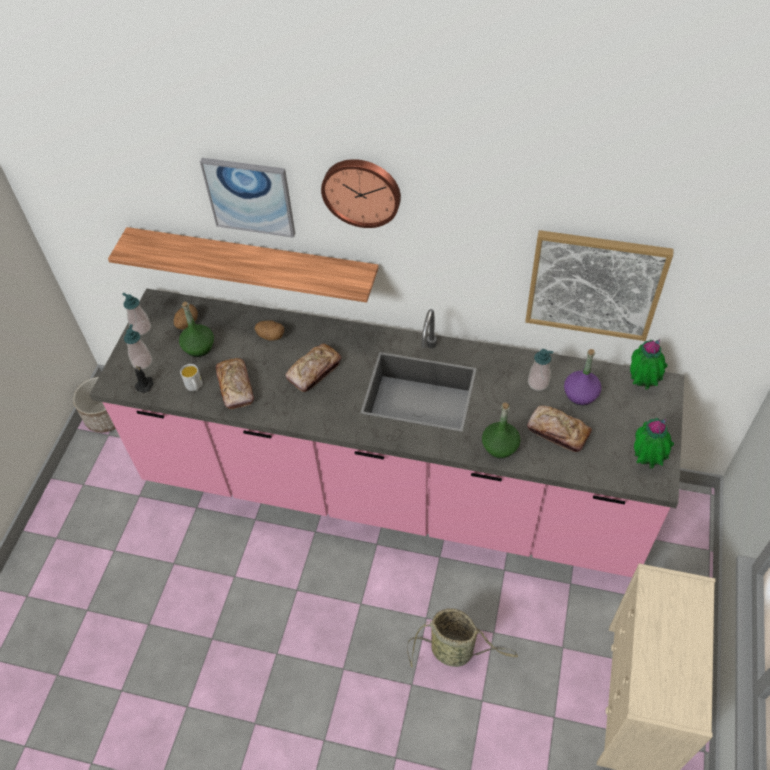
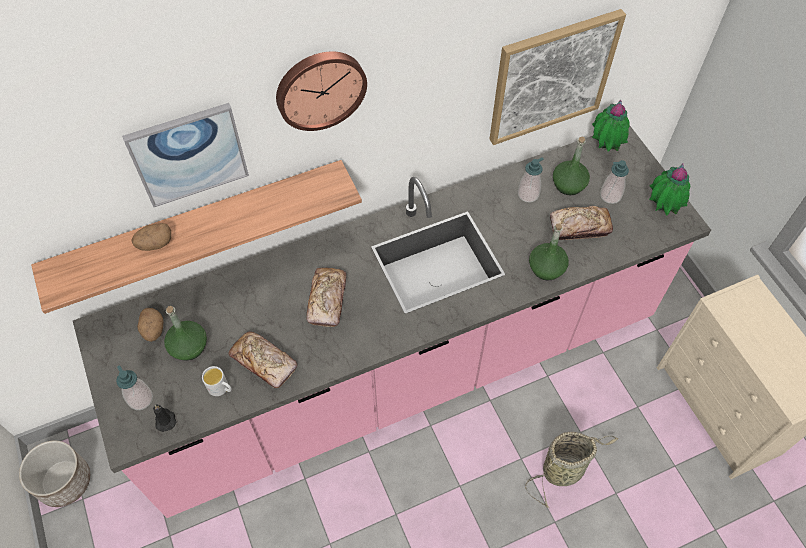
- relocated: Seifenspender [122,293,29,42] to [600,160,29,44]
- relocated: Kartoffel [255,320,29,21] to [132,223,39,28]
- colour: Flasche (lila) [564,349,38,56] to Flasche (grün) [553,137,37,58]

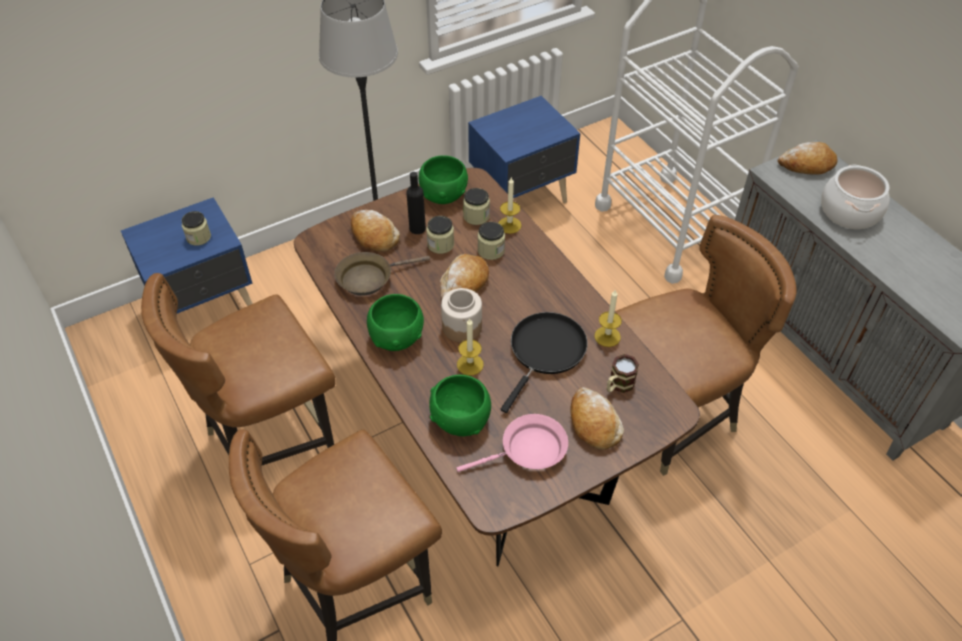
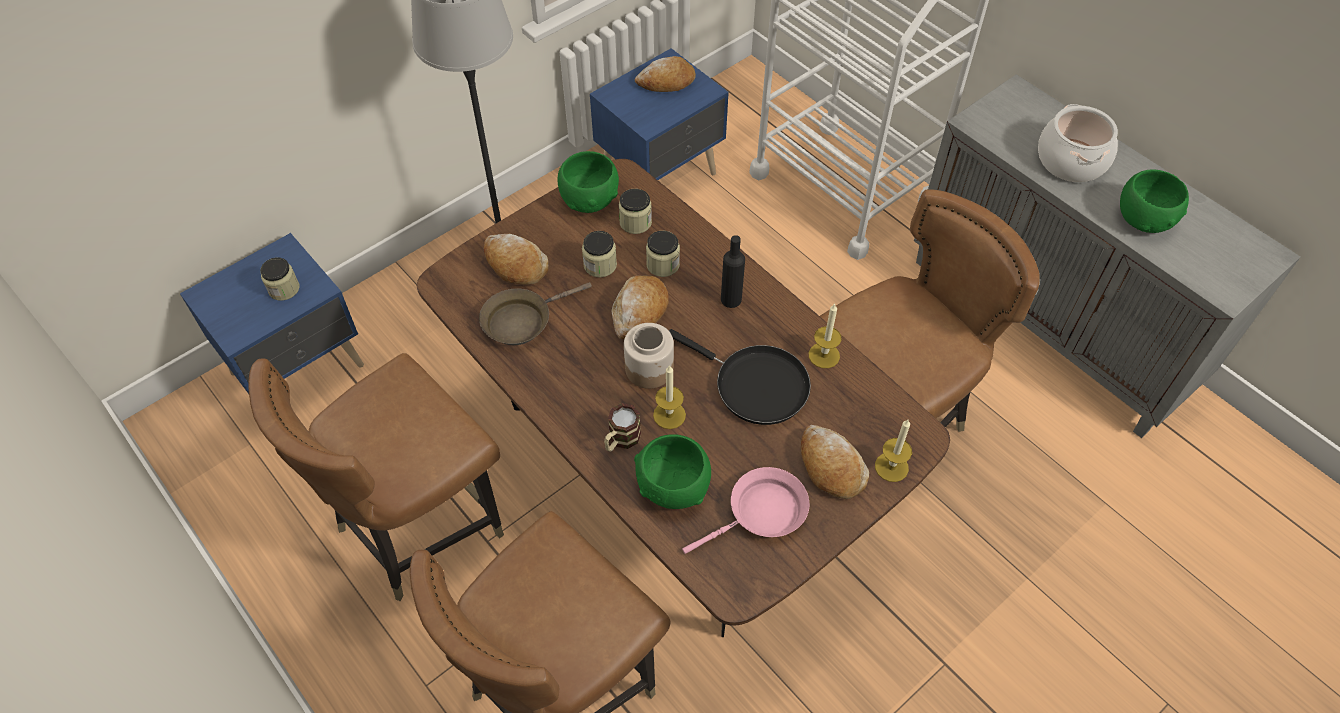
- relocated: Schüssel (grün) [367,294,57,57] to [1120,170,69,63]
- relocated: Flasche (schwarz) [406,172,20,62] to [721,235,24,73]
- relocated: Kerze [499,178,23,56] to [875,420,37,62]
- relocated: Henkelbecher [607,354,32,39] to [604,403,37,49]
- relocated: Brot [778,142,59,33] to [635,56,61,36]
- spun: Pfanne (schwarz) [501,312,87,101] = [669,329,142,96] 105 degrees clockwise

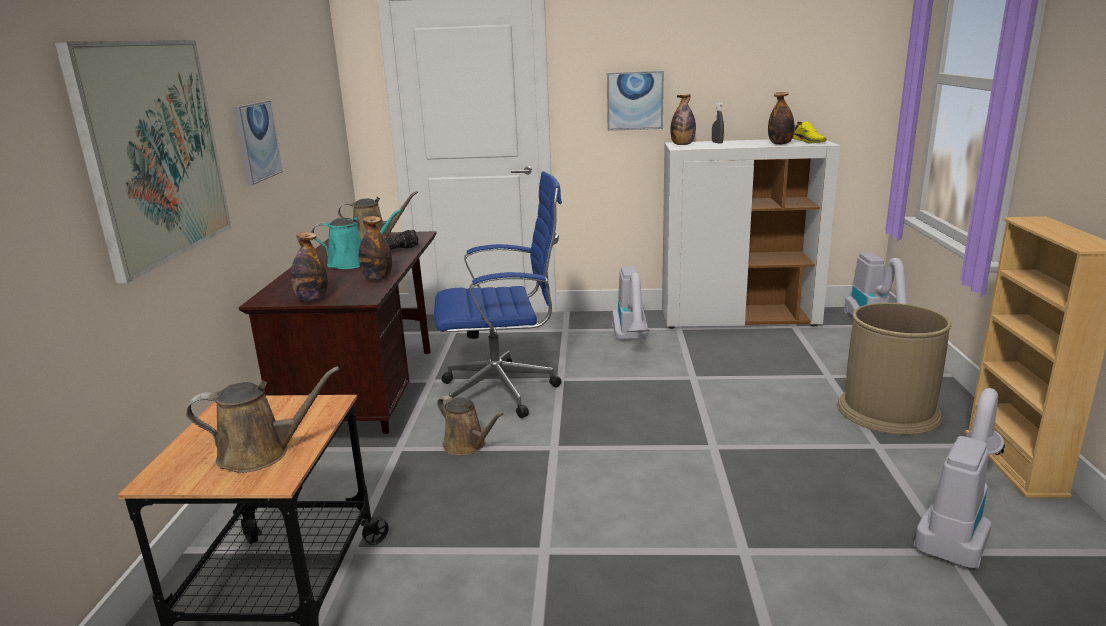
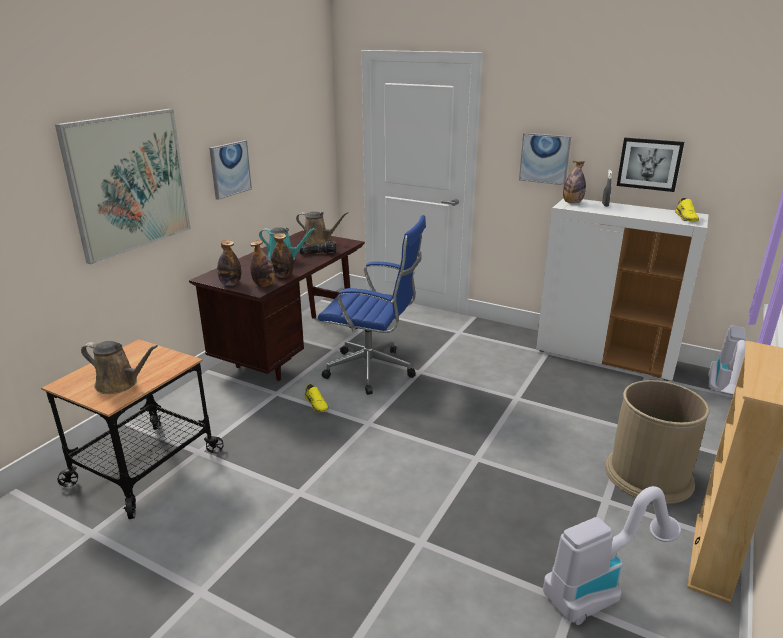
- missing: Staubsauger [612,266,38,74]
- appeared: Bild [617,138,67,54]
- relocated: Flasche [768,92,27,53] to [250,240,25,47]
- exchanged: Gießkanne (braun) [437,395,67,61] to Schuh (gelb) [305,384,24,29]

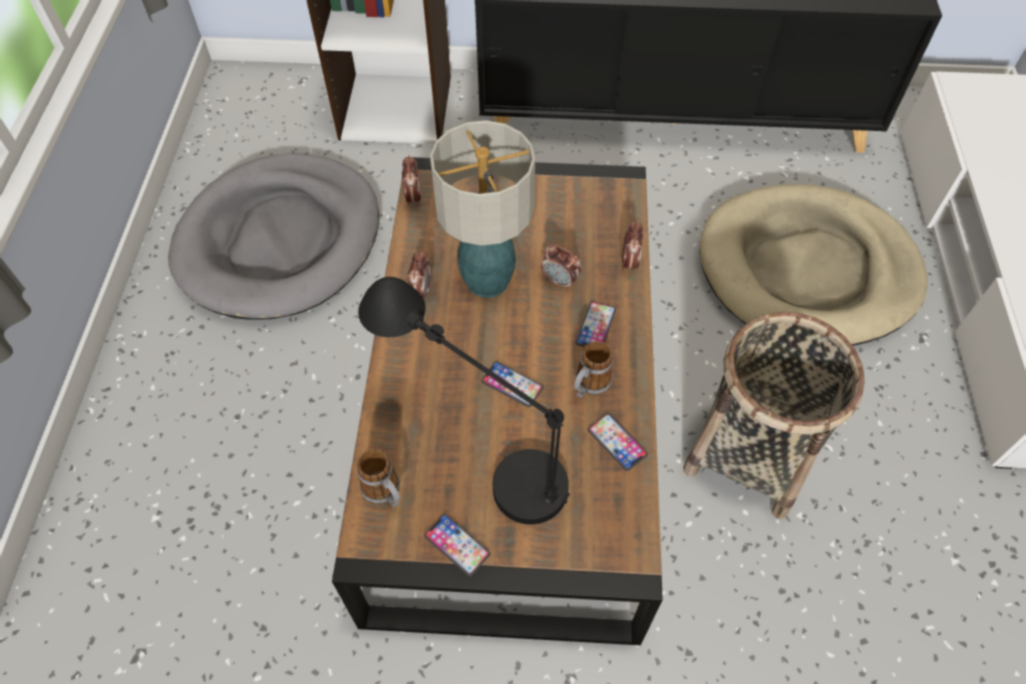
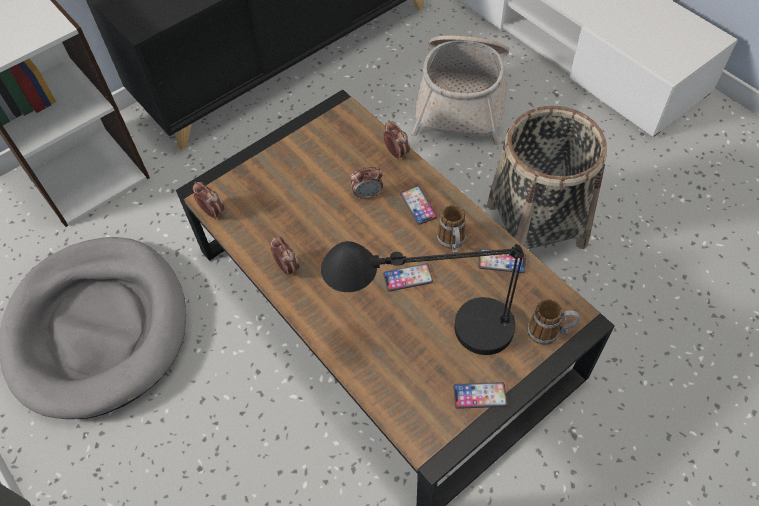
- missing: Tischlampe [430,120,105,178]
- relocated: Henkelbecher [357,449,43,58] to [527,299,53,46]
- exchanged: Hundebett (beige) [699,184,229,162] to Korb [412,36,97,109]

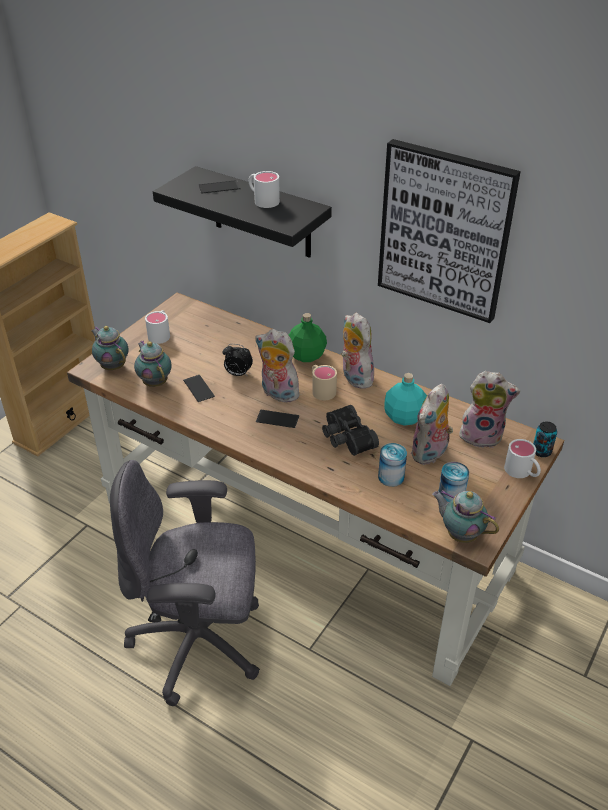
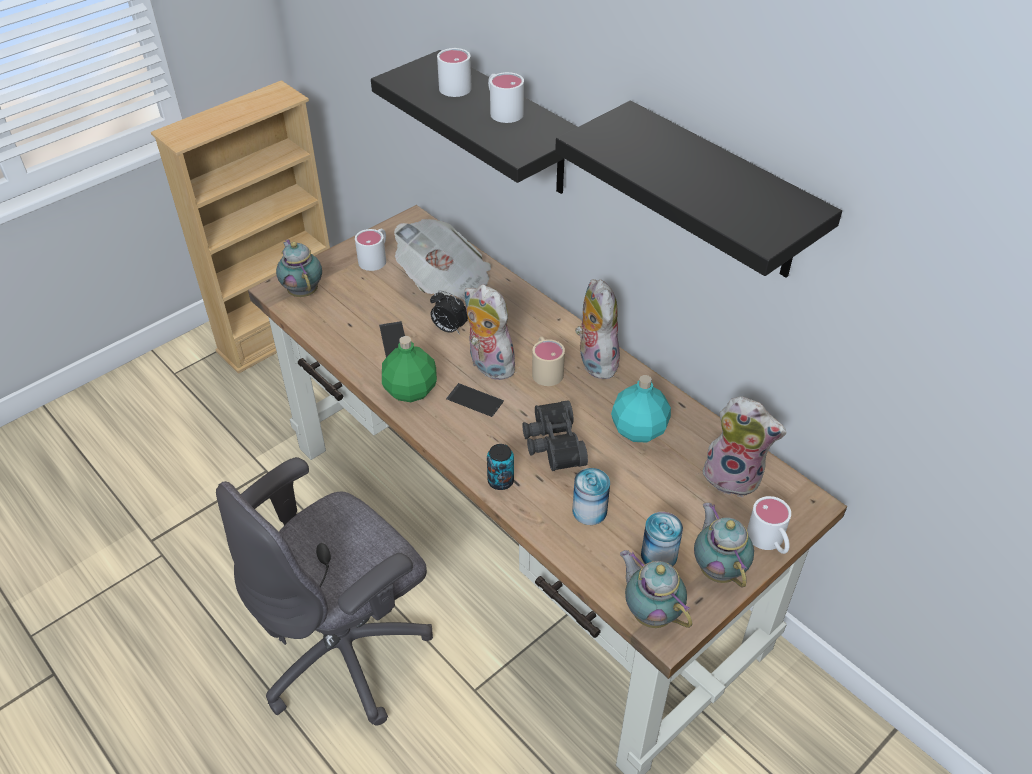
- missing: Plüschtier [410,384,43,81]
- appeared: Zeitung [394,219,97,81]
- relocated: Teekanne [134,340,38,47] to [694,503,60,84]
- relocated: Flasche (grün) [289,313,38,49] to [382,336,55,66]
- relocated: Dose [533,421,24,36] to [487,444,27,46]
- exchanged: Handy [198,180,43,14] to Henkelbecher (weiß) [437,48,35,49]
- exchanged: Bild [378,139,143,184] to Wandregal (schwarz) [555,101,287,177]
- spun: Bürostuhl (grau) [110,460,150,246] = [216,457,217,269] 60 degrees counterclockwise

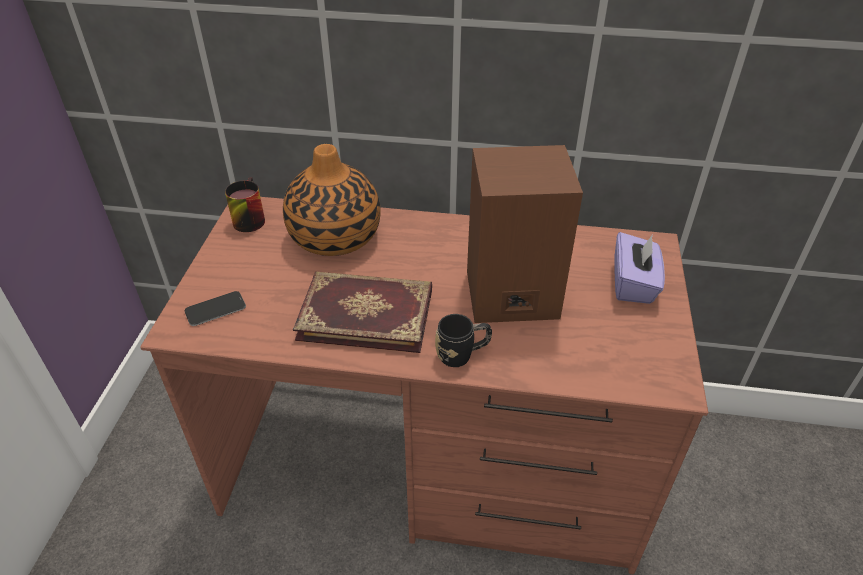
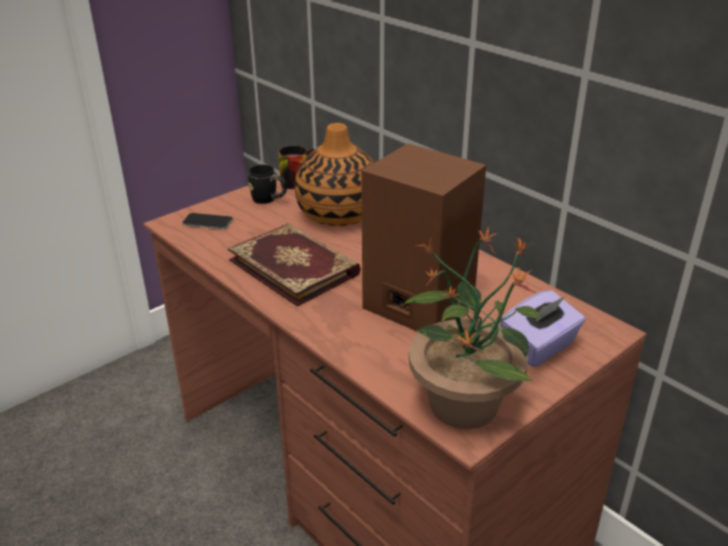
- appeared: Topfpflanze [403,226,140,203]
- relocated: Henkelbecher (schwarz) [435,314,57,53] to [248,165,38,39]

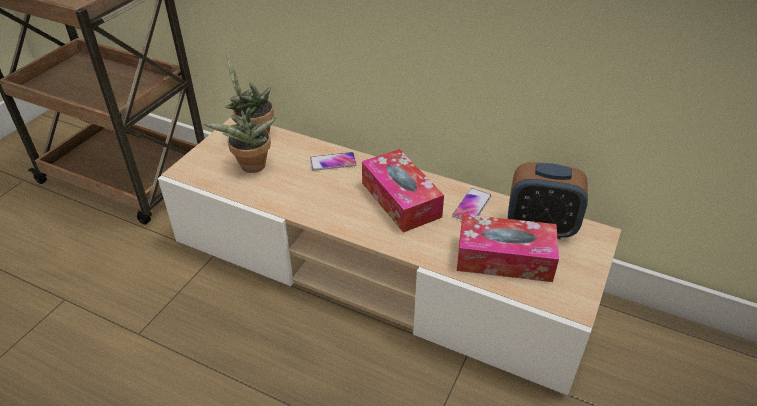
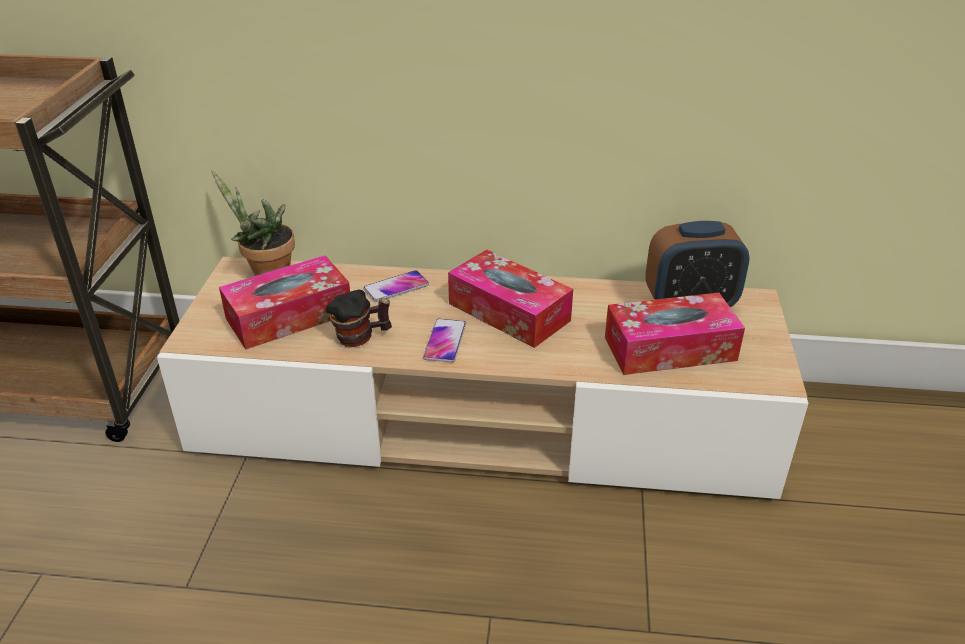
- appeared: Henkelbecher [326,289,66,58]
- relocated: Handy [452,188,39,32] to [423,318,43,45]
- exchanged: Topfpflanze [204,107,72,66] to Taschentuchbox [219,255,131,95]

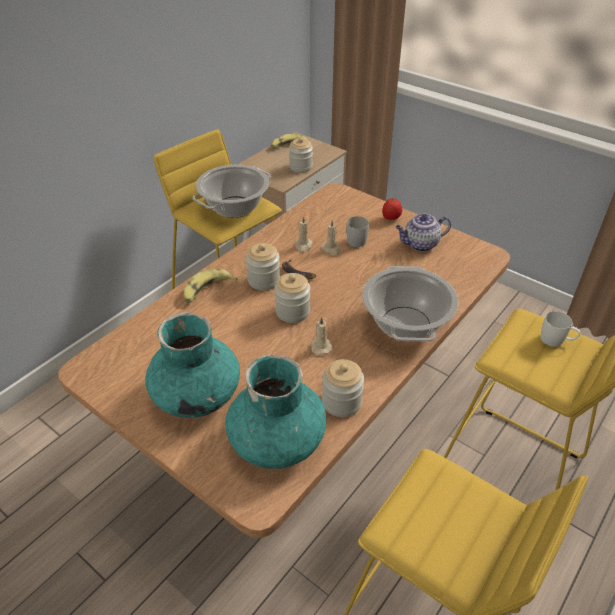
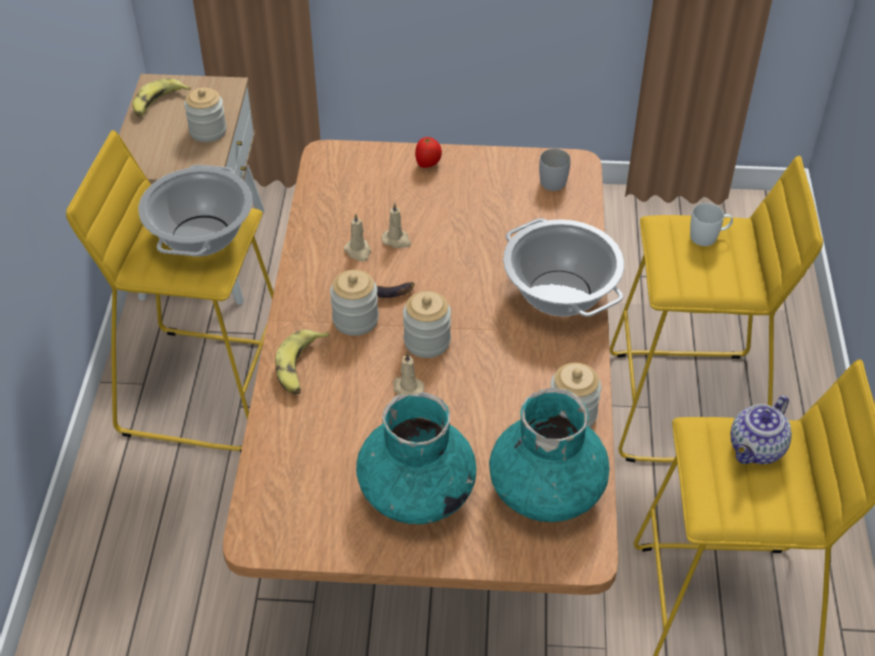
- relocated: Kerze (beige) [311,317,22,38] to [393,352,31,43]
- relocated: Henkelbecher (weiß) [346,216,23,31] to [539,149,32,42]
- relocated: Teekanne [396,214,55,38] to [730,395,62,69]

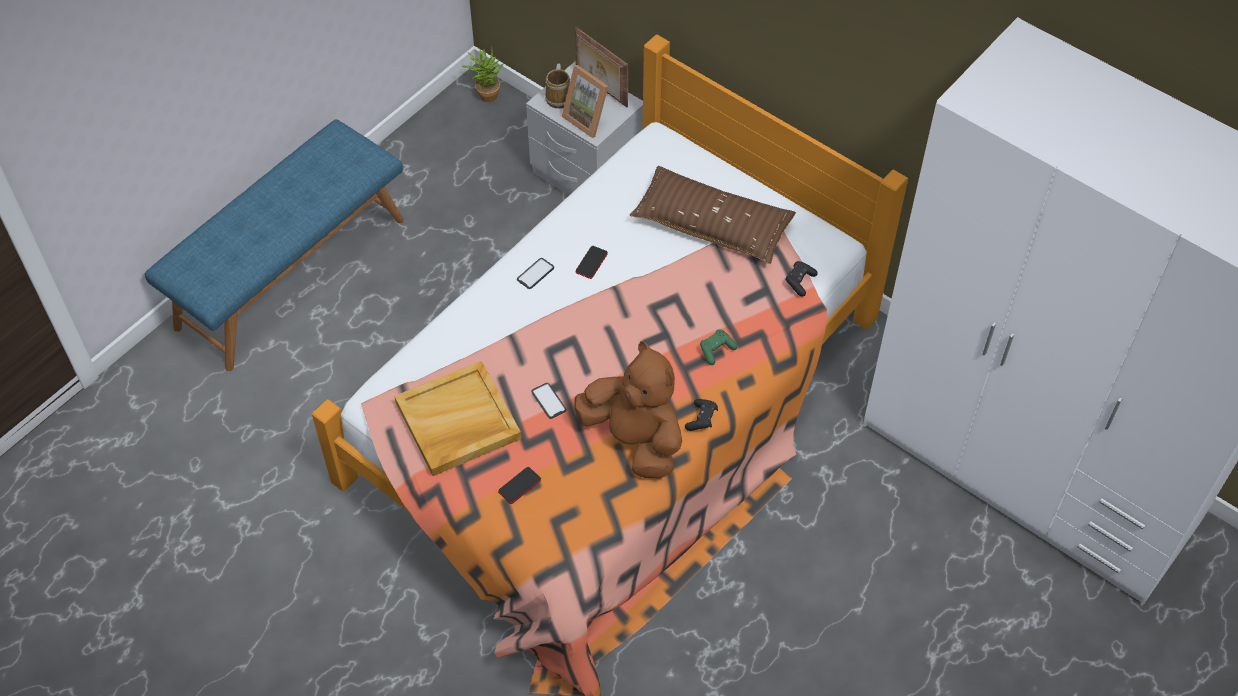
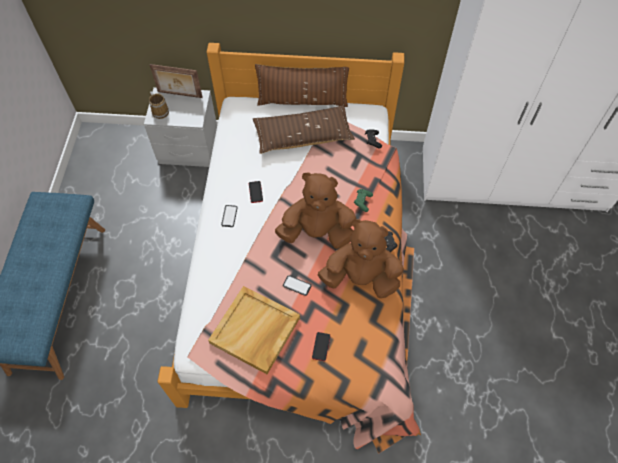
- missing: Topfpflanze [461,47,43,55]
- missing: Bilderrahmen [562,65,46,73]
- appeared: Kissen (braun) [255,64,94,43]
- appeared: Plüschtier (braun) [275,172,81,77]

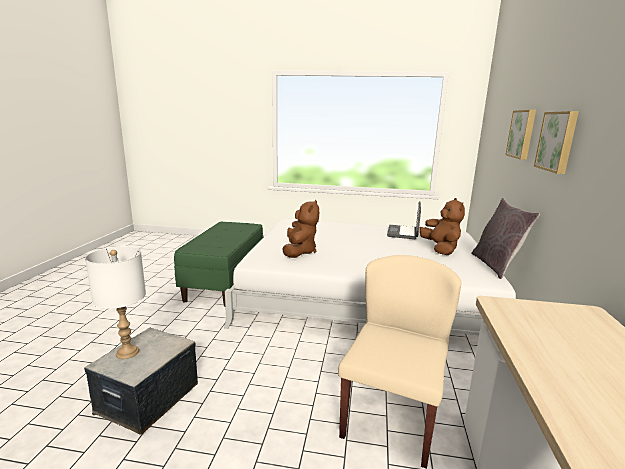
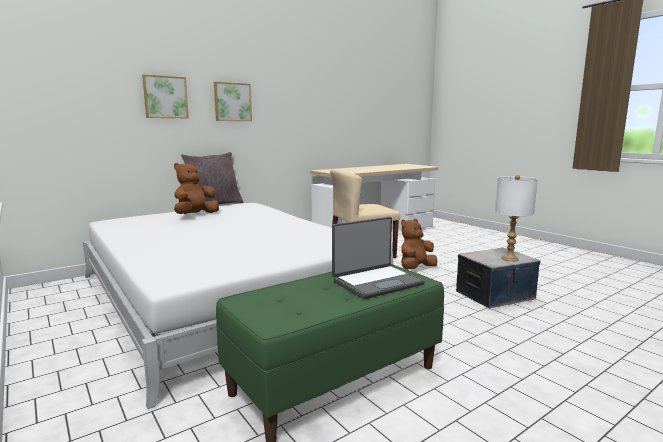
- relocated: Plüschtier (braun) [282,200,37,58] to [401,219,36,50]
- relocated: Laptop [387,201,34,38] to [332,217,93,82]

